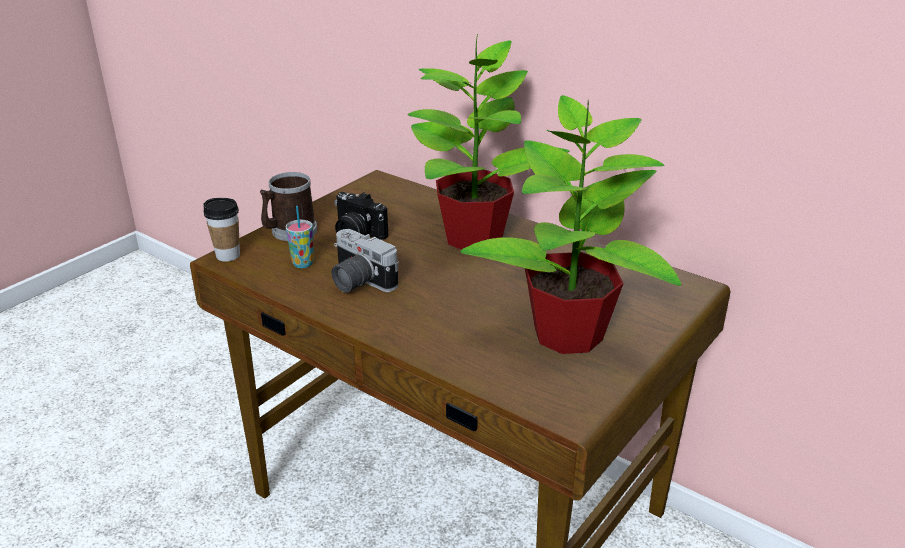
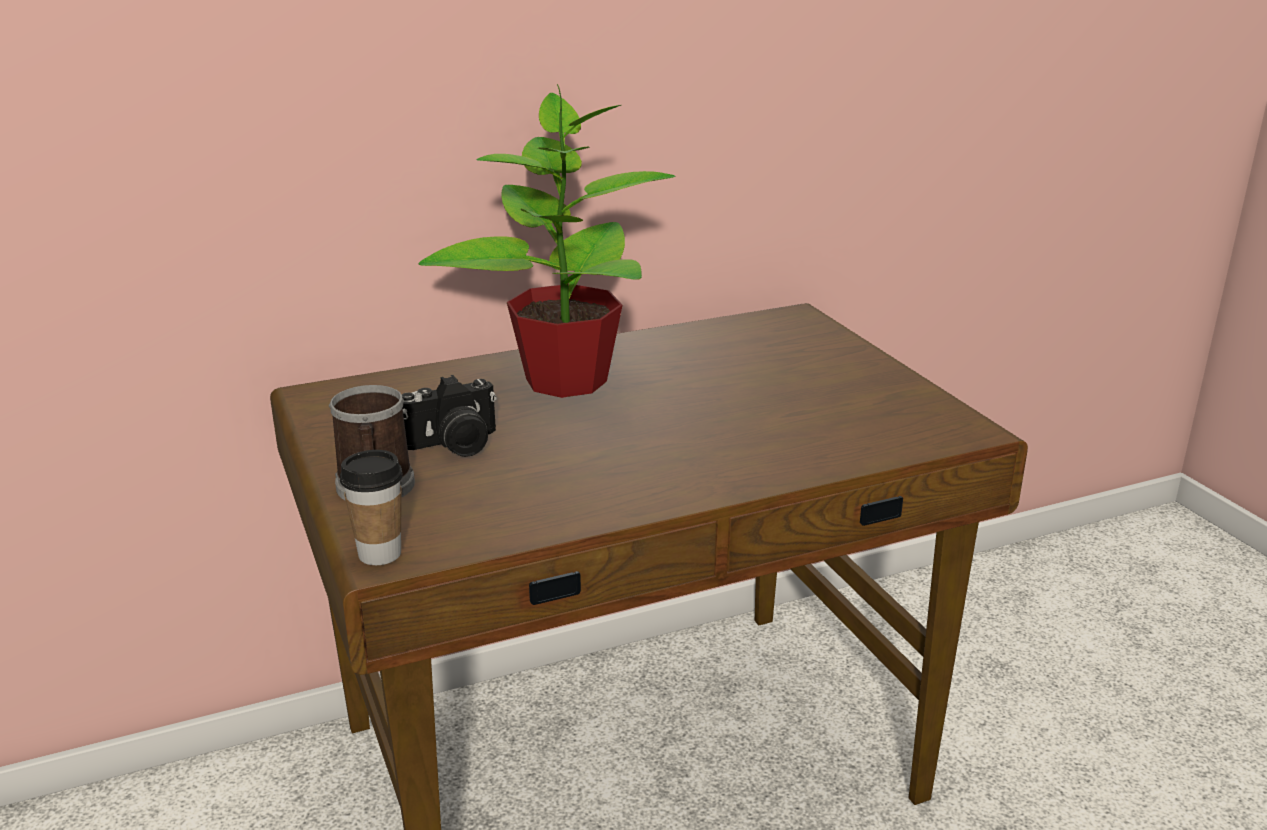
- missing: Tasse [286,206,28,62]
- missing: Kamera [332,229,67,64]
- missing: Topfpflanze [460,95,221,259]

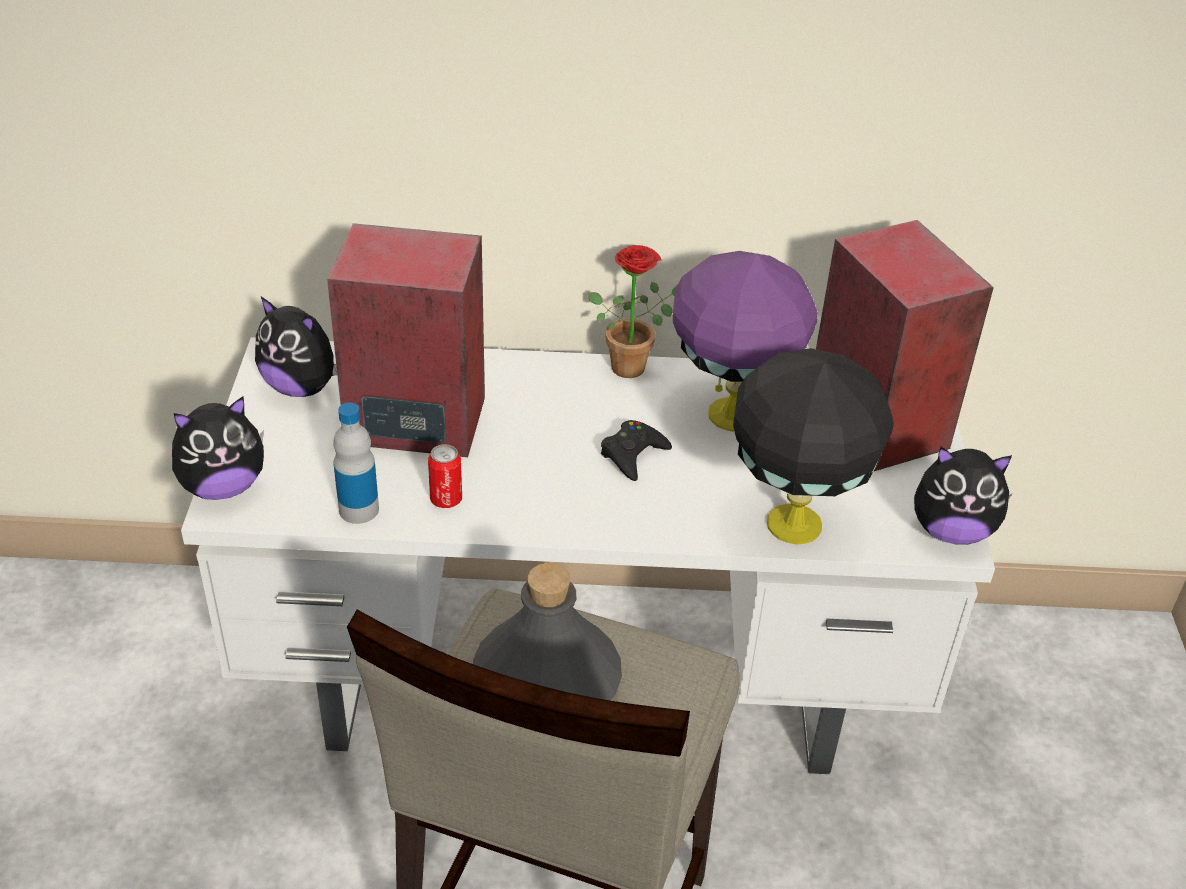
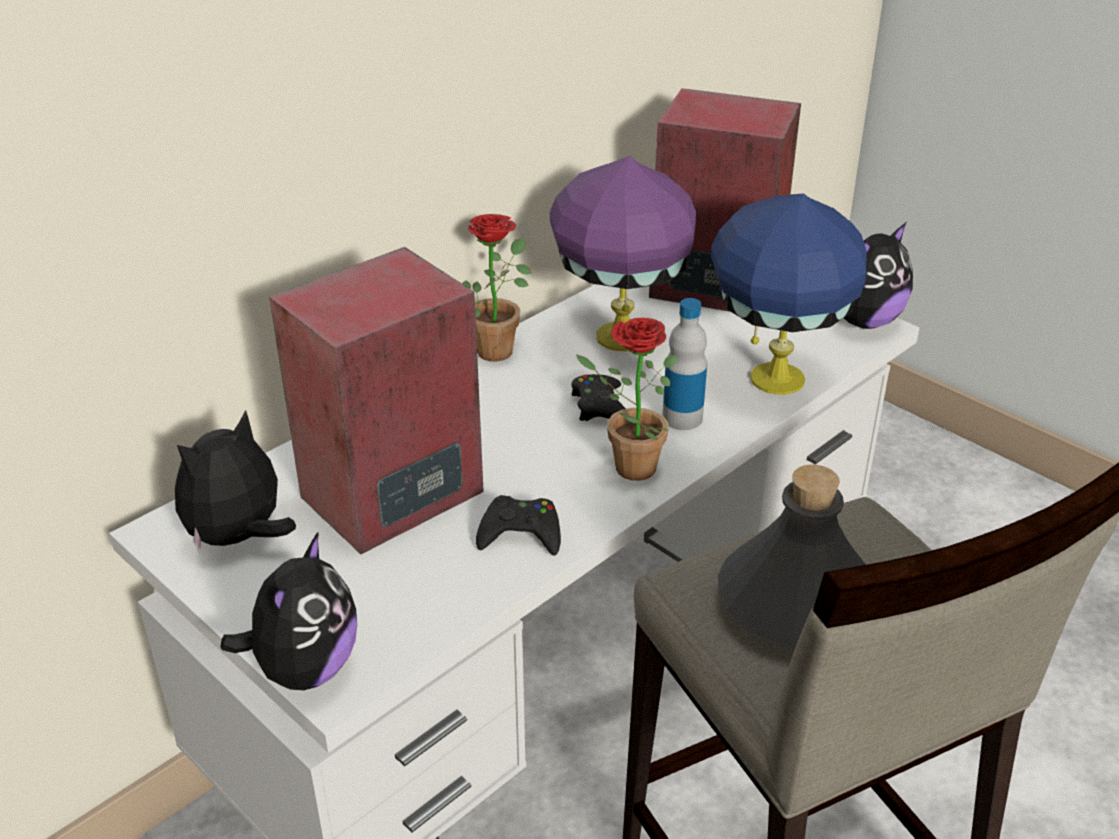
- appeared: Topfpflanze [575,318,102,163]
- relocated: Flasche [333,402,46,122] to [662,298,45,132]
- exchanged: Dose [428,444,34,64] to Gamepad (schwarz) [476,495,85,61]
- colour: Tischlampe (schwarz) [733,348,161,197] to Tischlampe (blau) [711,193,156,202]
- spun: Plüschtier [255,296,82,101] = [175,410,121,144] 150 degrees clockwise

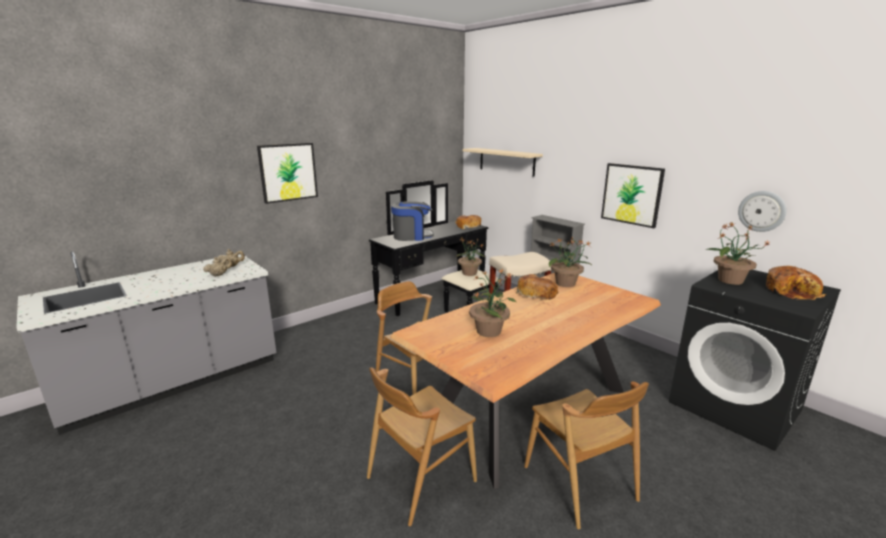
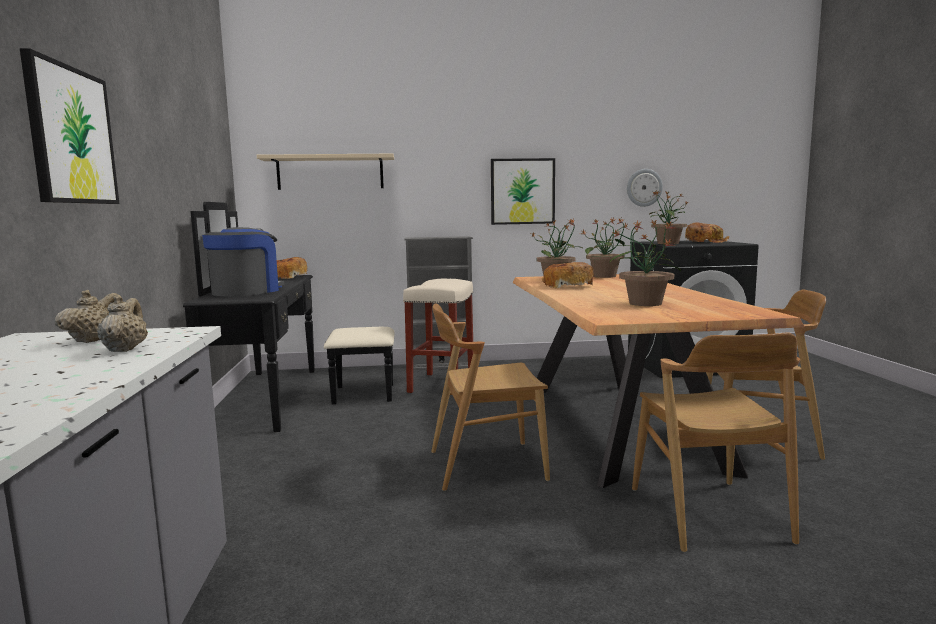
- relocated: Topfpflanze [456,238,30,38] to [582,218,48,60]

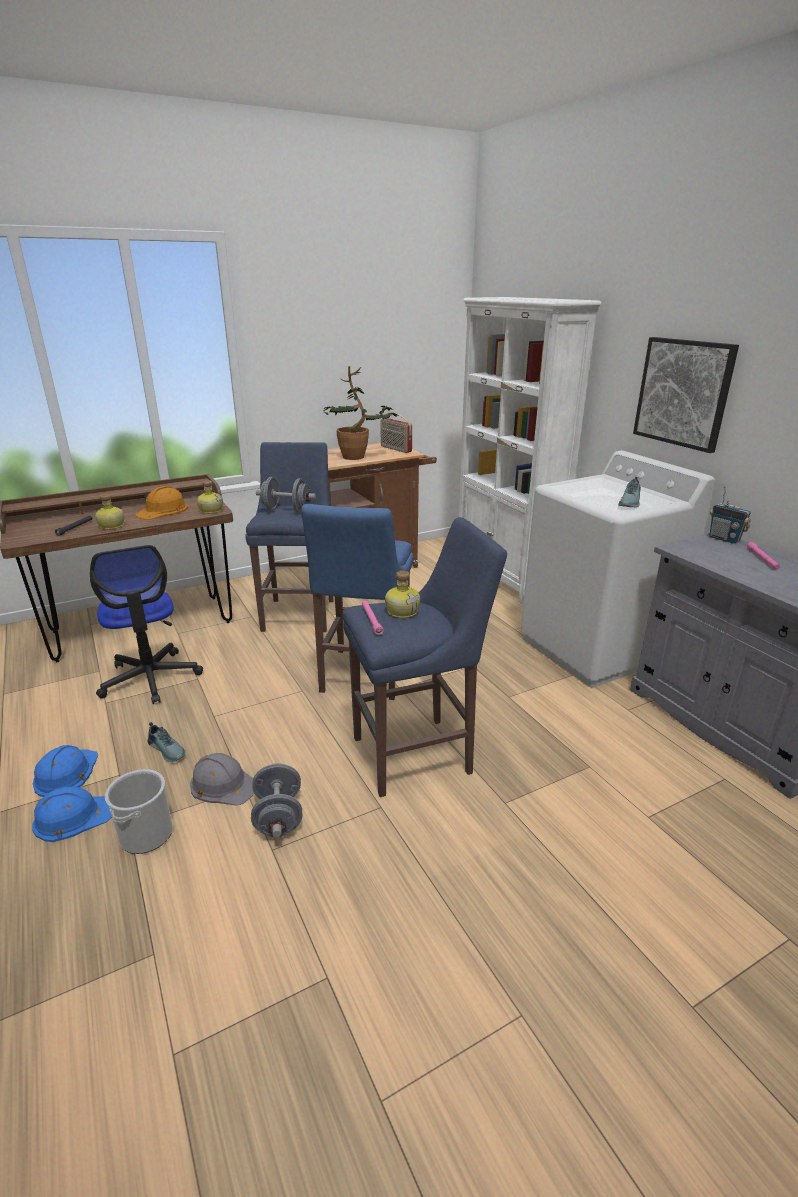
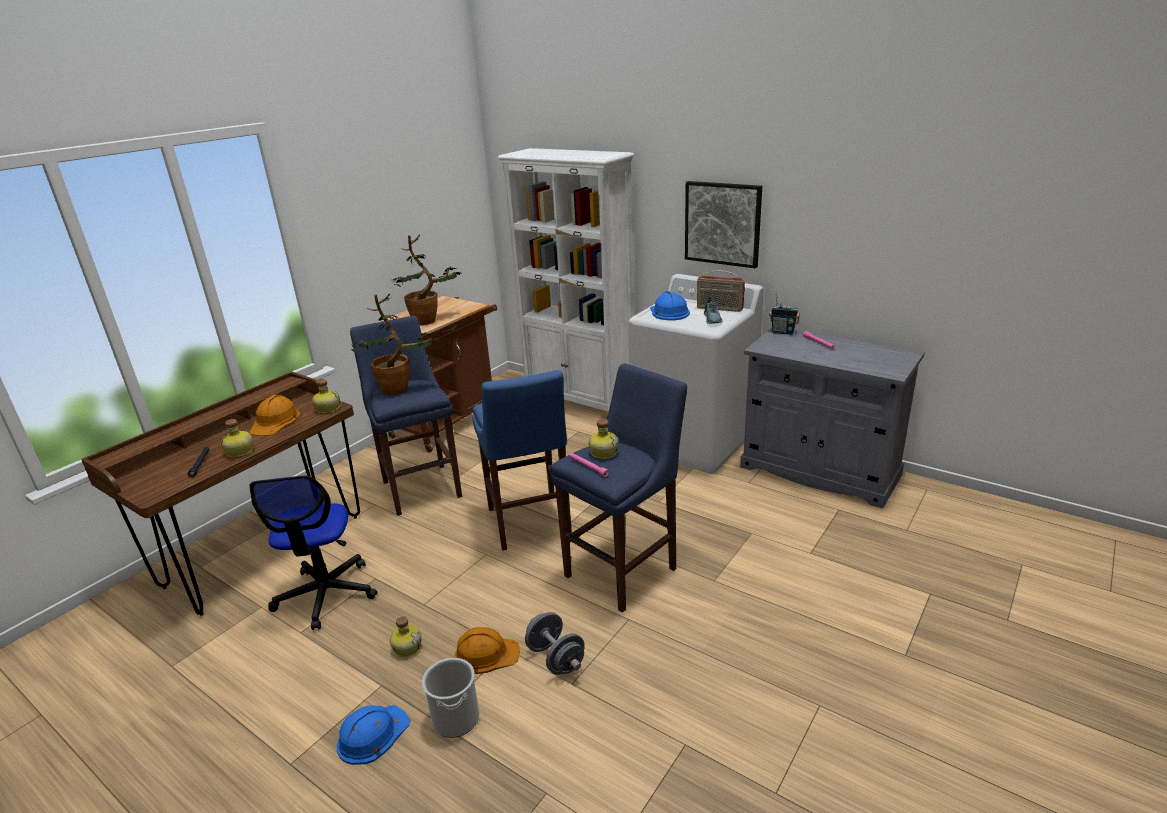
- relocated: Schutzhelm (blau) [33,745,65,52] to [650,291,40,29]
- relocated: Radio [380,414,32,39] to [697,270,48,42]
- exchanged: Schuh [148,722,38,40] to Flasche [390,616,32,41]
- exchanged: Hantel (grau) [256,477,60,36] to Topfpflanze [351,294,90,101]
- colour: Schutzhelm (grau) [190,753,64,53] to Schutzhelm (orange) [454,627,66,47]
- spun: Bürostuhl [90,545,113,159] = [250,476,127,154] 45 degrees clockwise

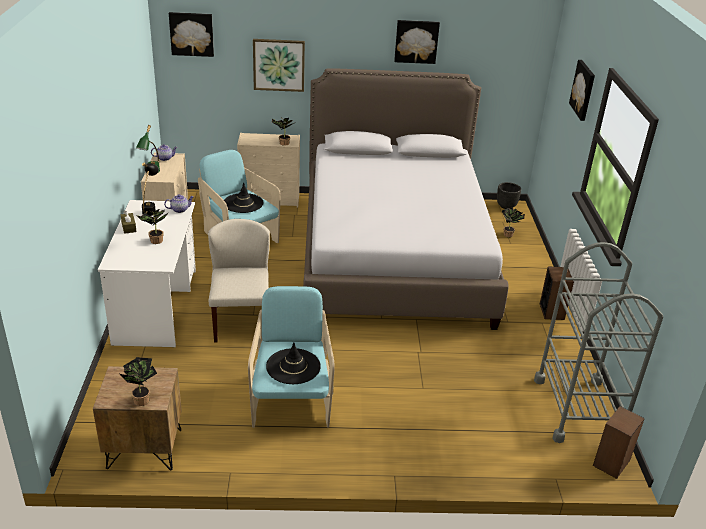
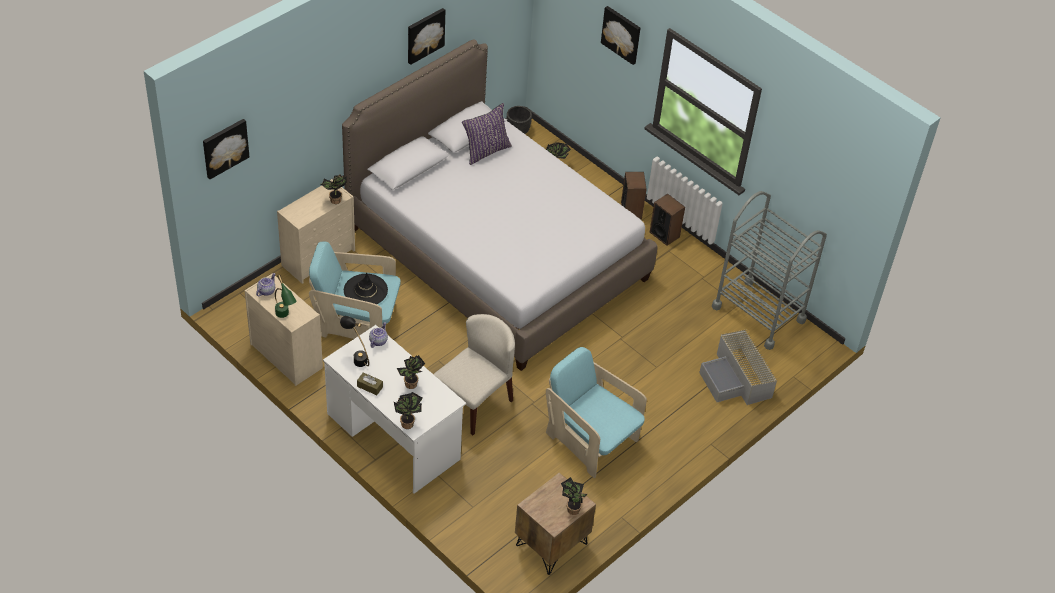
- missing: Bild [253,39,52,53]
- missing: Hut (schwarz) [266,342,55,42]
- appeared: Topfpflanze [394,392,28,37]
- appeared: Kissen (lila) [462,103,50,62]
- appeared: Aufbewahrungsbox (grau) [699,330,78,75]
- relocated: Lautsprecher [593,406,52,73] to [621,172,26,47]
- spun: Stuhl (beige) [208,219,62,124] = [433,314,82,121] 90 degrees clockwise

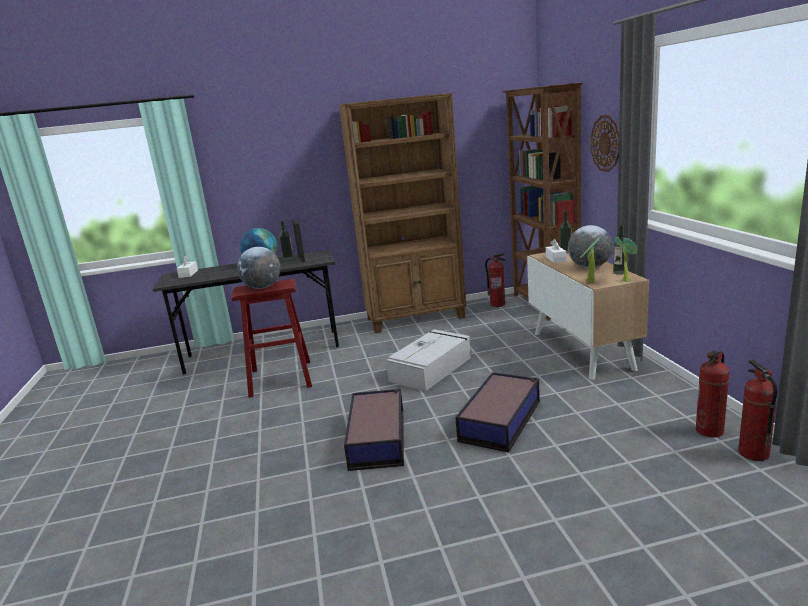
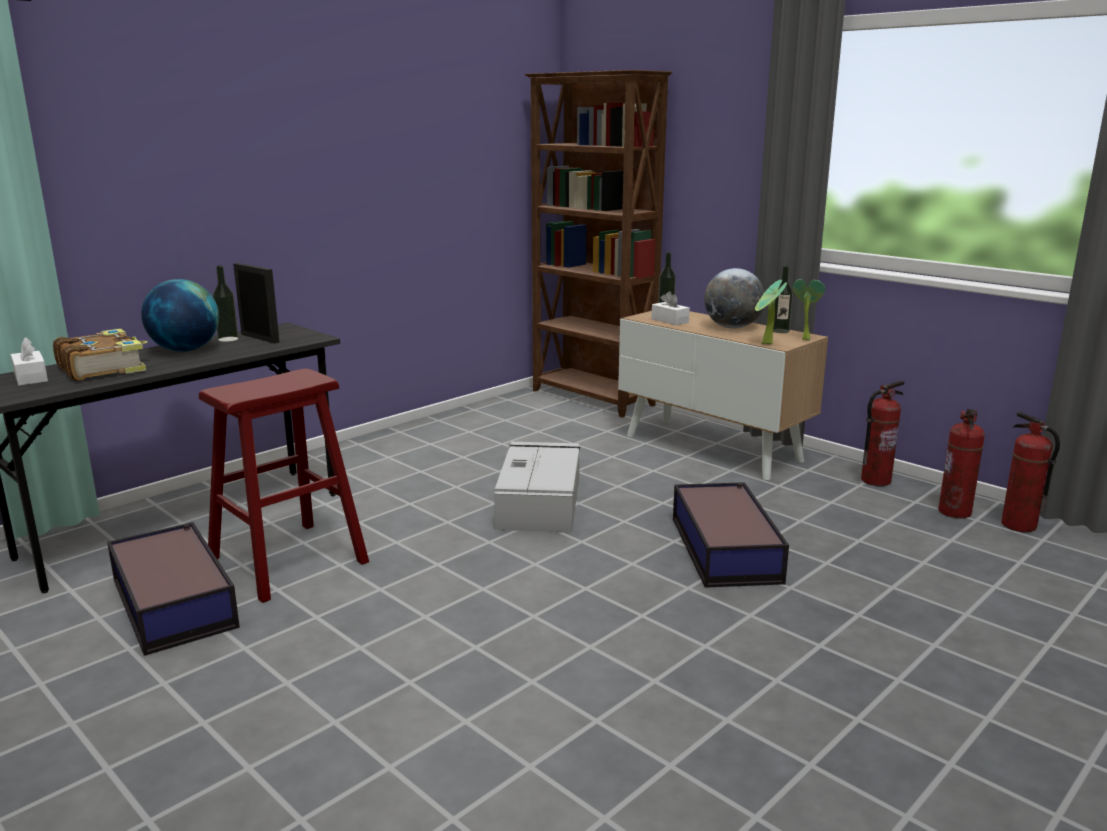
- missing: Globus [237,247,43,42]
- missing: Bücherregal (braun) [339,93,128,240]
- missing: Wanduhr [590,115,29,57]
- appeared: Buch [53,329,95,52]
- relocated: Aufbewahrungsbox [344,389,60,82] to [107,522,133,134]
- relocated: Feuerlöscher [485,253,21,54] to [861,380,44,106]

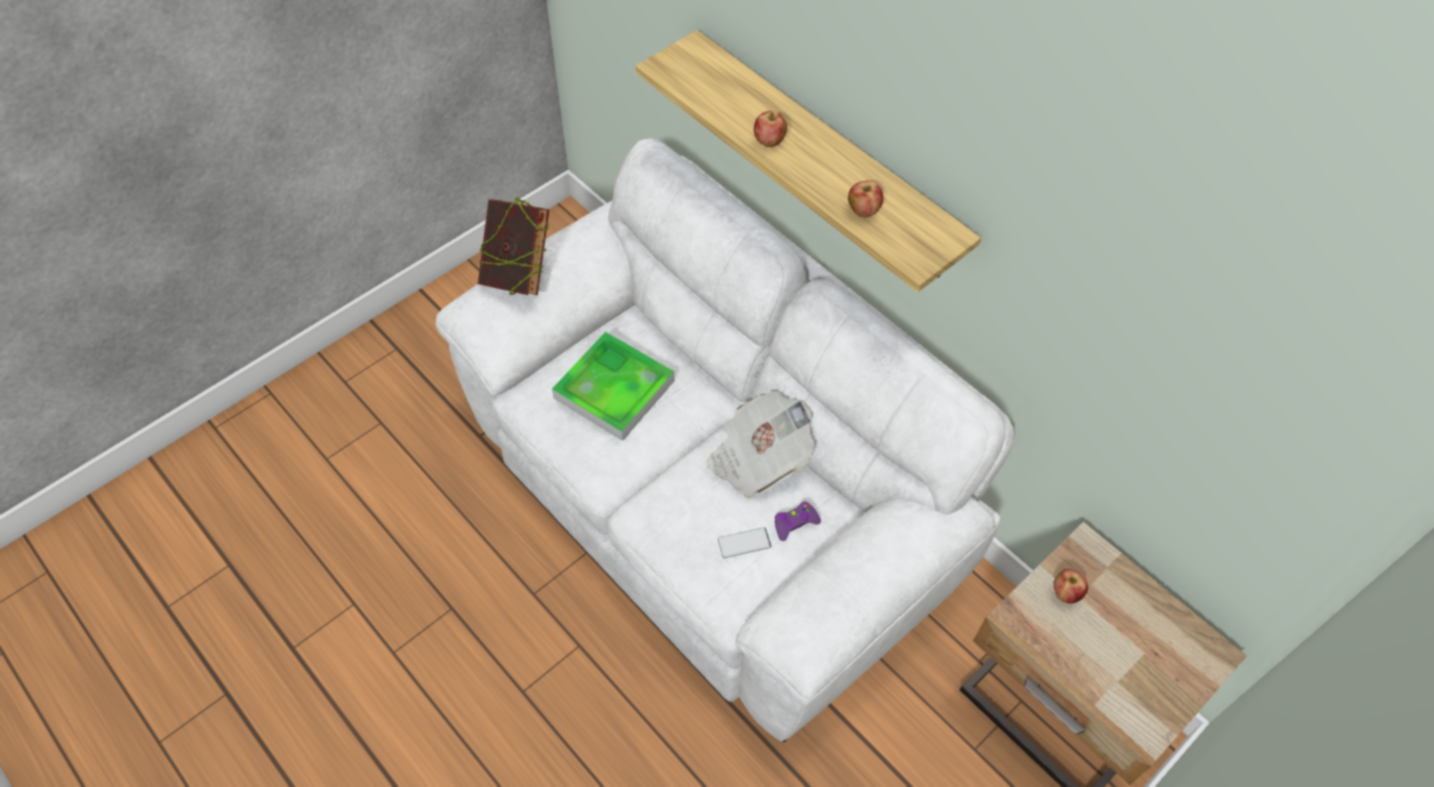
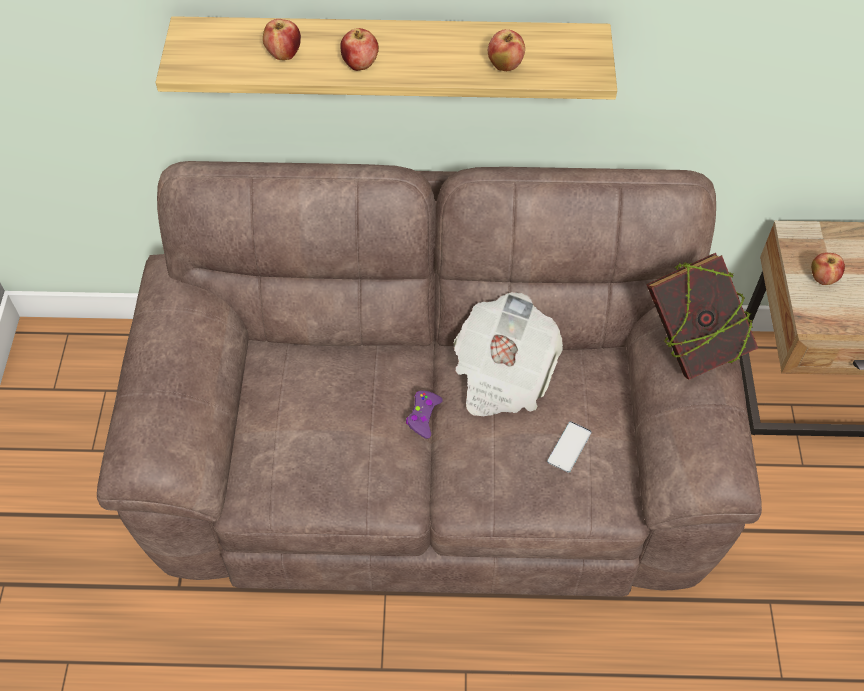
- missing: Tablett [552,332,122,109]
- appeared: Apfel [263,19,38,41]
- relocated: Buch [478,197,71,98] to [646,253,112,127]
- relocated: Gamepad (lila) [775,501,46,40] to [406,391,37,48]
- colour: Sofa (weiß) [436,139,579,603] to Sofa (braun) [97,161,665,436]

